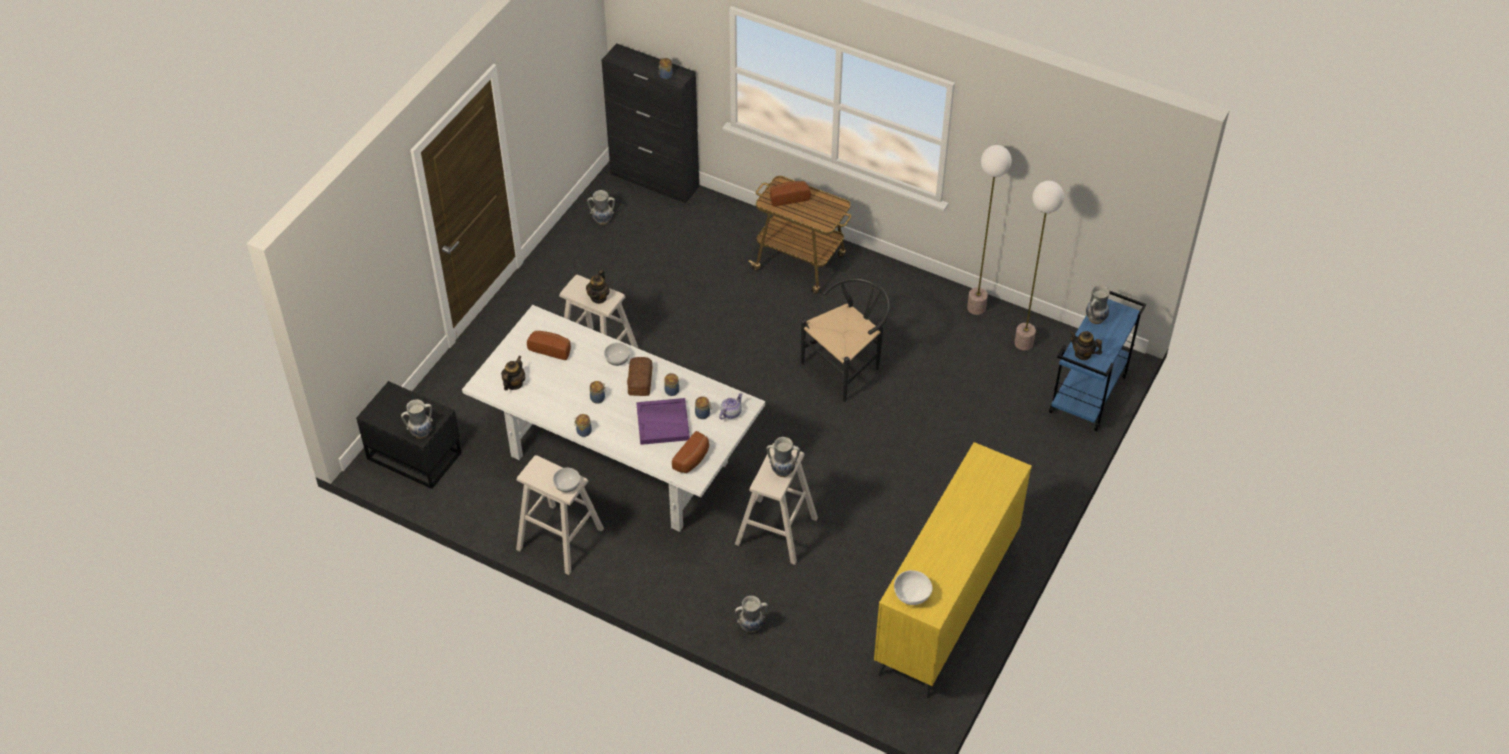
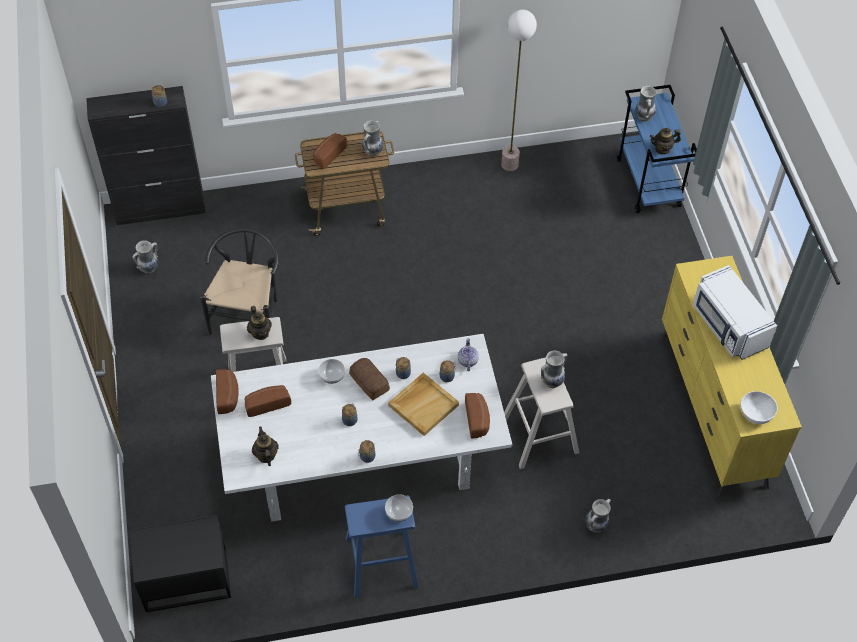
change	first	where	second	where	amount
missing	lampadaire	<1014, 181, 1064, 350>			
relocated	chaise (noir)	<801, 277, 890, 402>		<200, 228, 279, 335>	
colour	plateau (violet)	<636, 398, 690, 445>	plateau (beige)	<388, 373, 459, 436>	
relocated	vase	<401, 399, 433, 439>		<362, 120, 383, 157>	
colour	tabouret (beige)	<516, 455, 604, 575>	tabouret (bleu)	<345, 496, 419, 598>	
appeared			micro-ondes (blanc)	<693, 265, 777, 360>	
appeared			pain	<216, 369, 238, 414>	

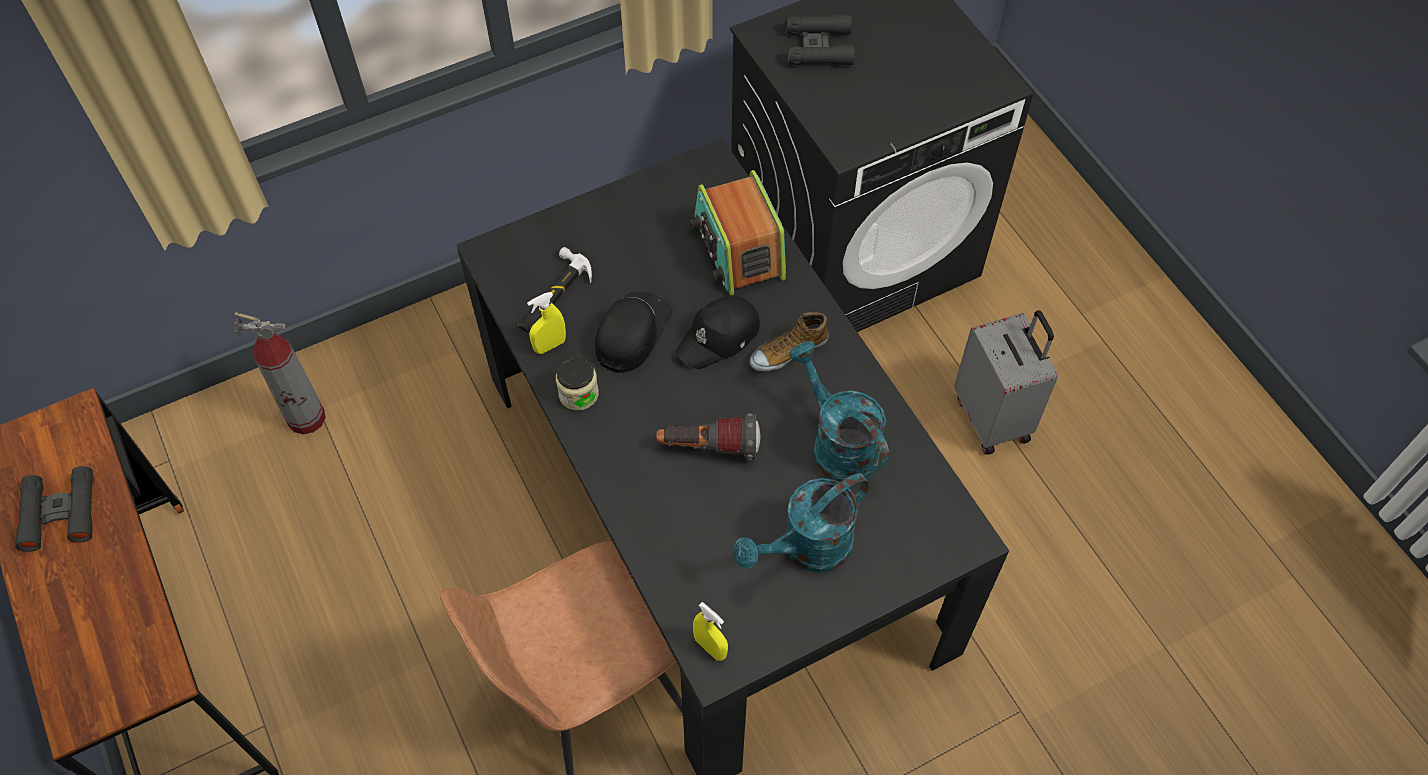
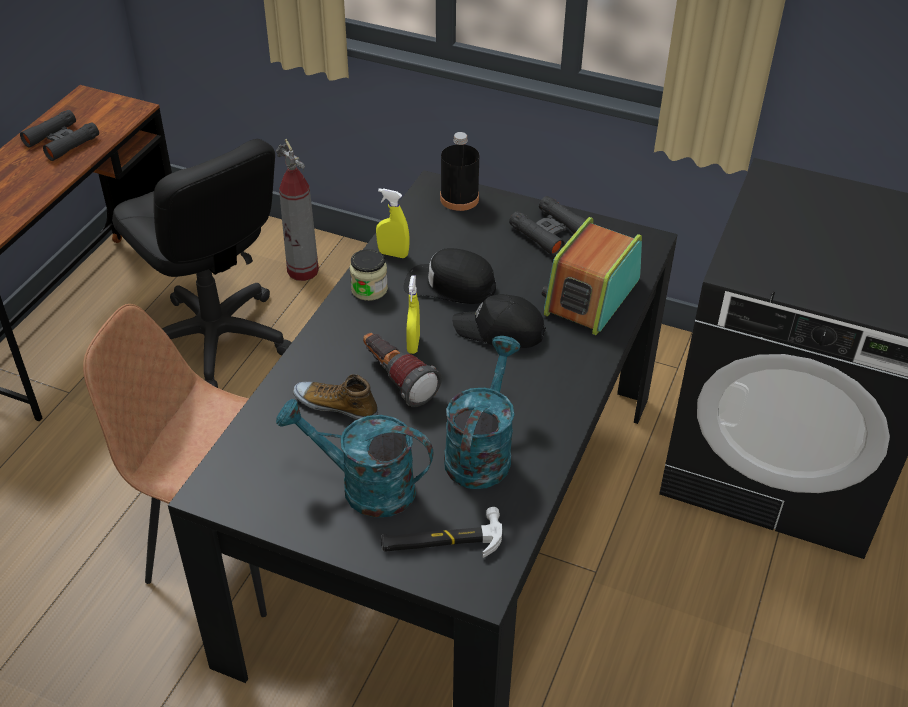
change	first	where	second	where	amount
relocated	jumelles (noir)	<786, 14, 855, 65>		<509, 196, 586, 256>	
relocated	marteau	<518, 247, 592, 333>		<381, 507, 502, 558>	
spun	casquette (noir)	<595, 292, 672, 373>		<404, 248, 496, 304>	150 degrees counterclockwise
missing	valise (gris)	<954, 310, 1058, 455>			
relocated	chaussure	<750, 312, 829, 372>		<293, 374, 378, 420>	
relocated	vaporisateur (jaune)	<693, 602, 728, 661>		<406, 275, 420, 354>	
appeared			bouteille (noir)	<440, 132, 479, 211>	
appeared			chaise de bureau (noir)	<112, 139, 292, 388>	

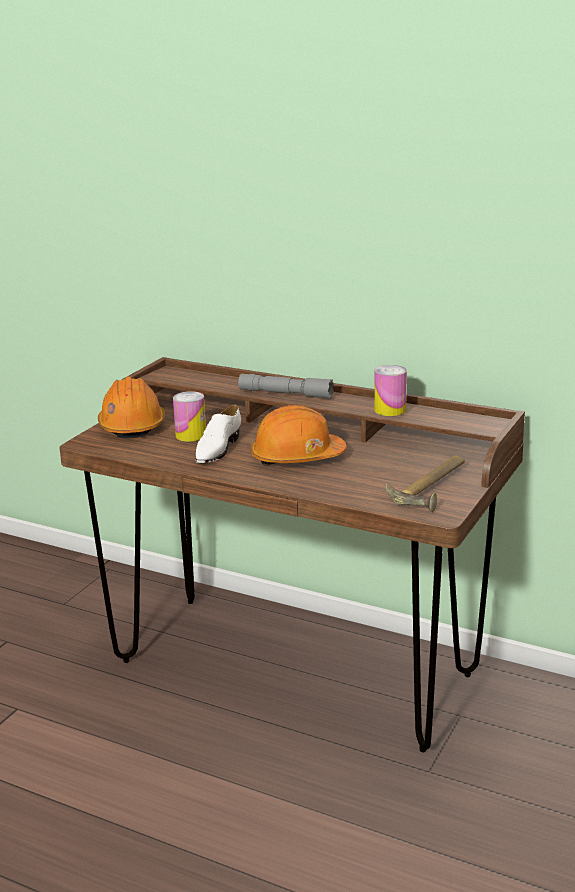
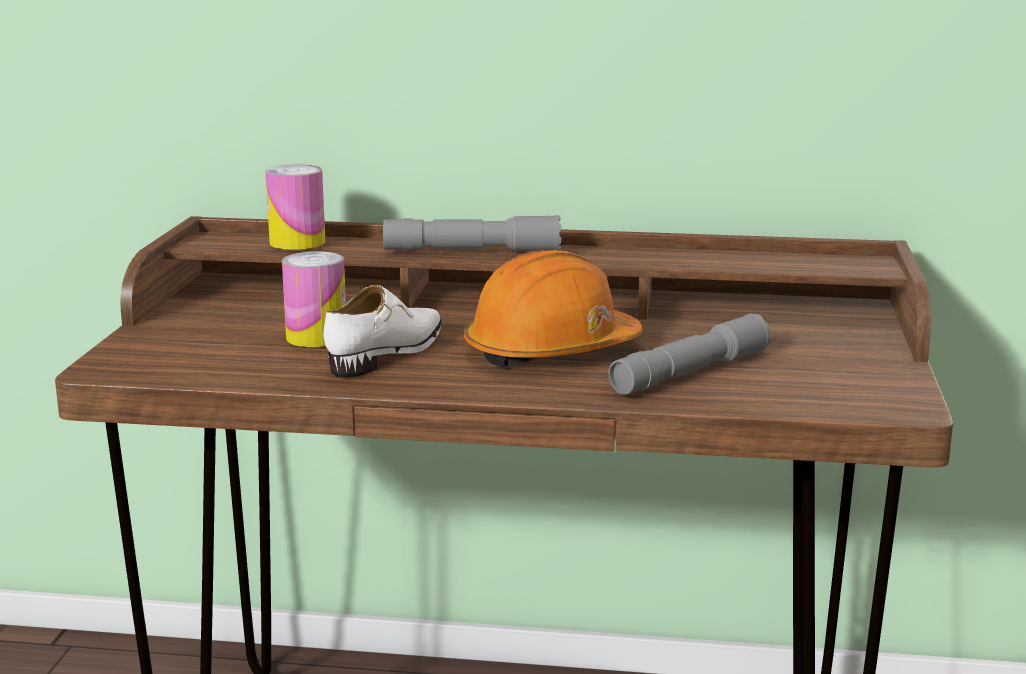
change	first	where	second	where	amount
relocated	boîte métallique	<374, 365, 407, 416>		<265, 164, 325, 250>	
missing	casque de chantier (orange)	<98, 377, 165, 439>			
spun	chaussure (blanc)	<195, 405, 241, 463>		<323, 285, 442, 378>	150 degrees counterclockwise
missing	marteau	<386, 455, 465, 512>			
appeared			lampe de poche (gris)	<608, 313, 771, 395>	

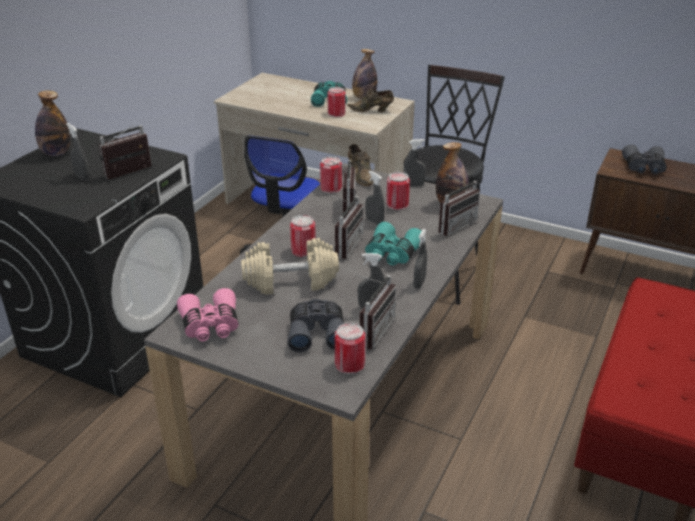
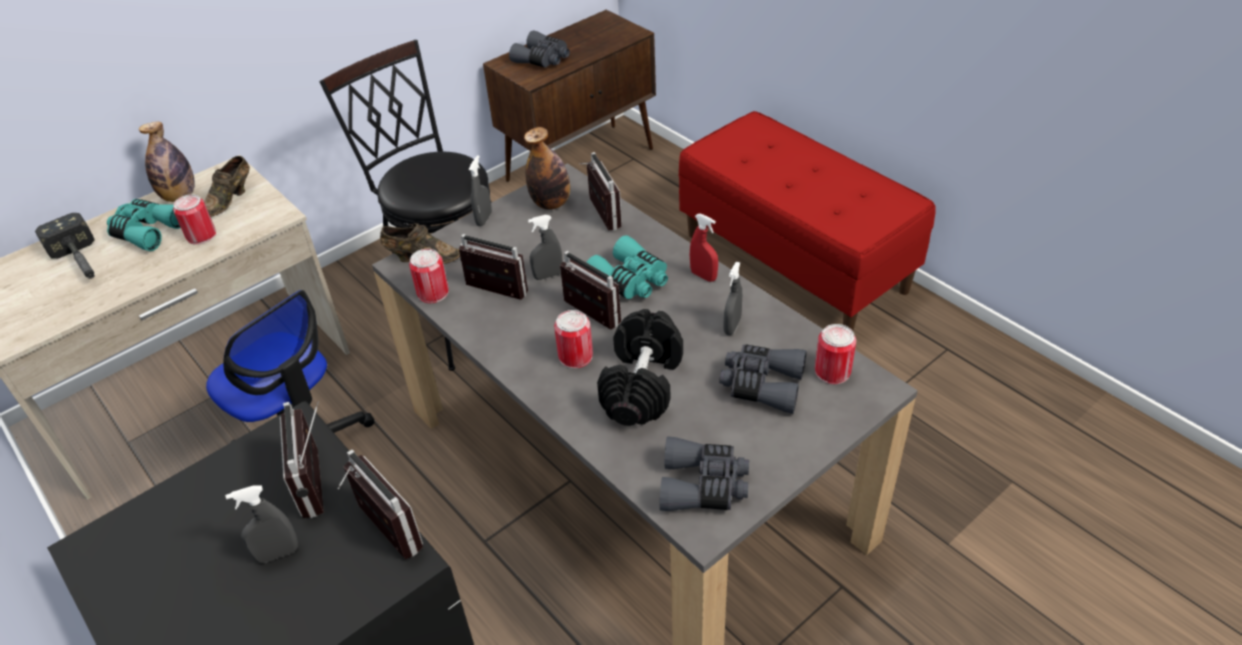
change	first	where	second	where	amount
missing	bouteille	<35, 91, 71, 156>			
missing	boîte métallique	<386, 172, 410, 210>			
colour	vaporisateur (gris)	<413, 229, 427, 289>	vaporisateur (rouge)	<690, 213, 718, 282>	
colour	haltère (beige)	<241, 238, 339, 295>	haltère (noir)	<597, 309, 683, 426>	
relocated	radio	<354, 274, 396, 349>		<338, 449, 423, 559>	
colour	jumelles (rose)	<177, 288, 238, 342>	jumelles (gris)	<660, 436, 749, 511>	
appeared			marteau	<35, 213, 95, 279>	

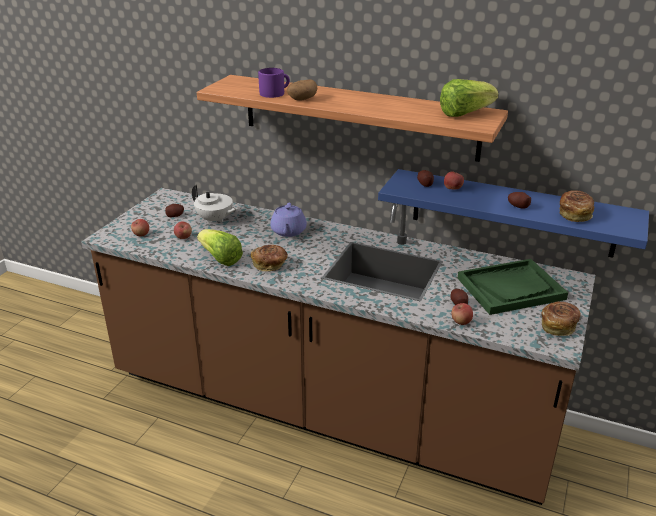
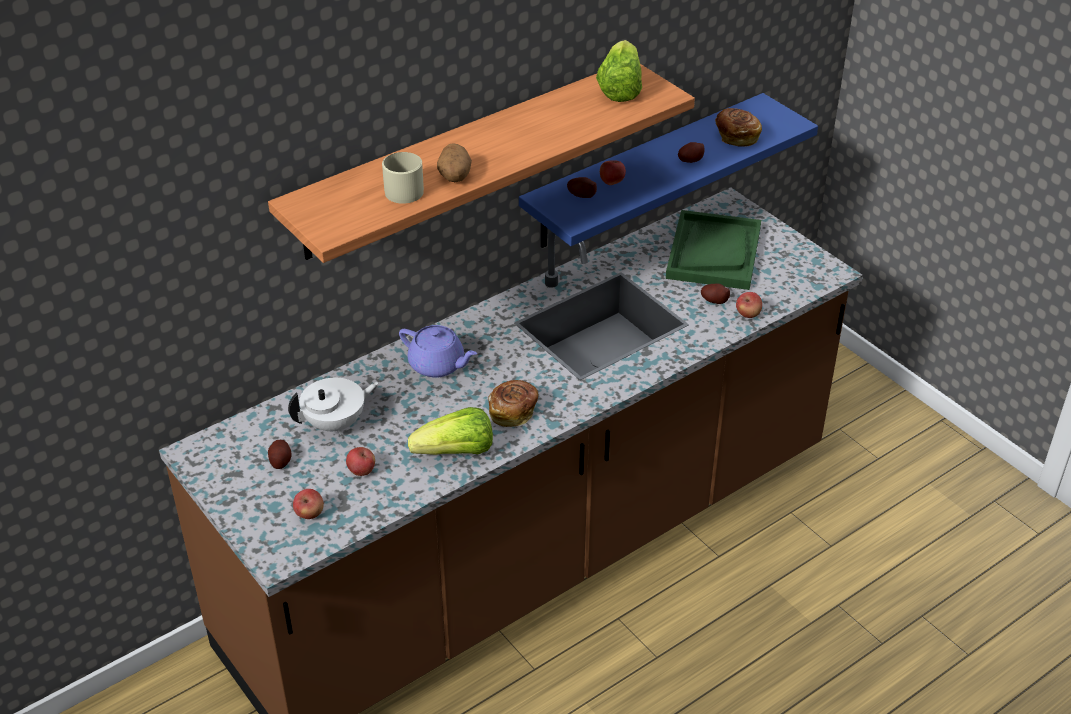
change	first	where	second	where	amount
colour	mug (violet)	<258, 68, 290, 98>	mug (beige)	<382, 152, 424, 204>	
missing	pain	<541, 302, 581, 336>			

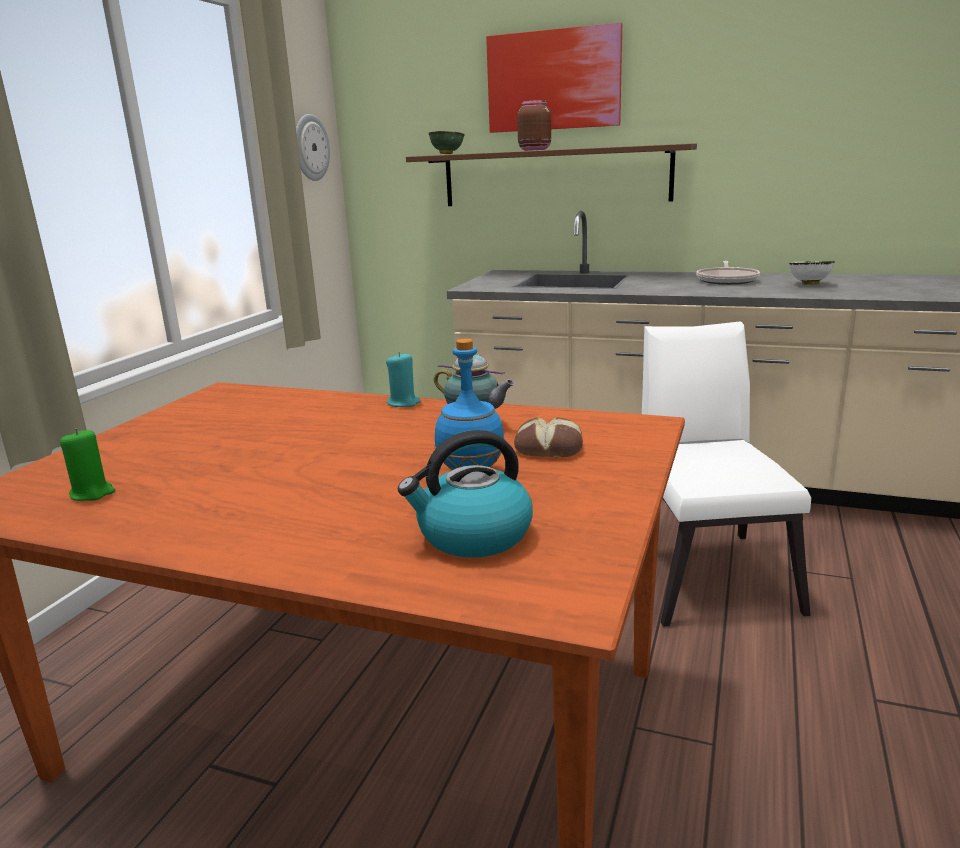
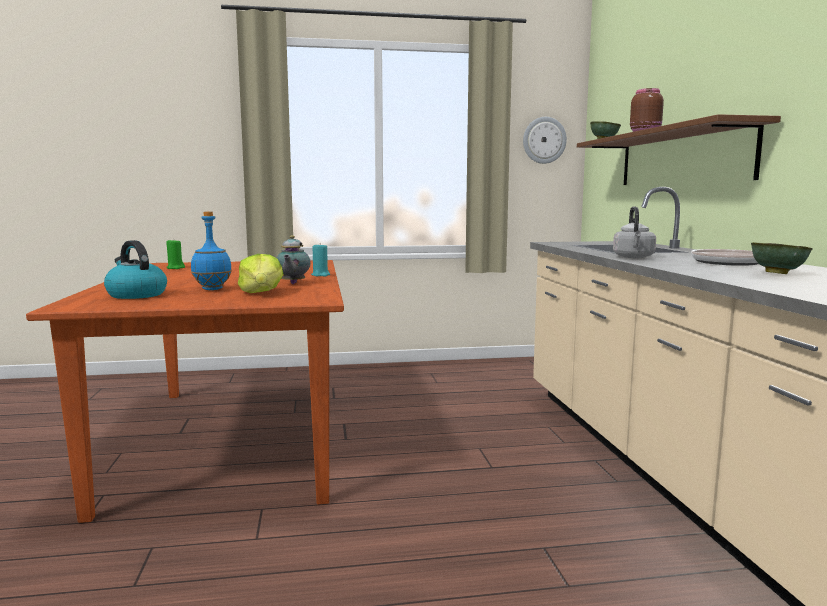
change	first	where	second	where	amount
missing	tableau	<486, 22, 622, 133>			
colour	bol (blanc)	<789, 261, 835, 285>	bol (vert)	<751, 242, 813, 274>	
missing	chaise (blanc)	<642, 321, 811, 627>			
exchanged	pain	<514, 417, 583, 457>	laitue	<238, 254, 284, 293>	
appeared			bouilloire (gris)	<613, 206, 656, 258>	

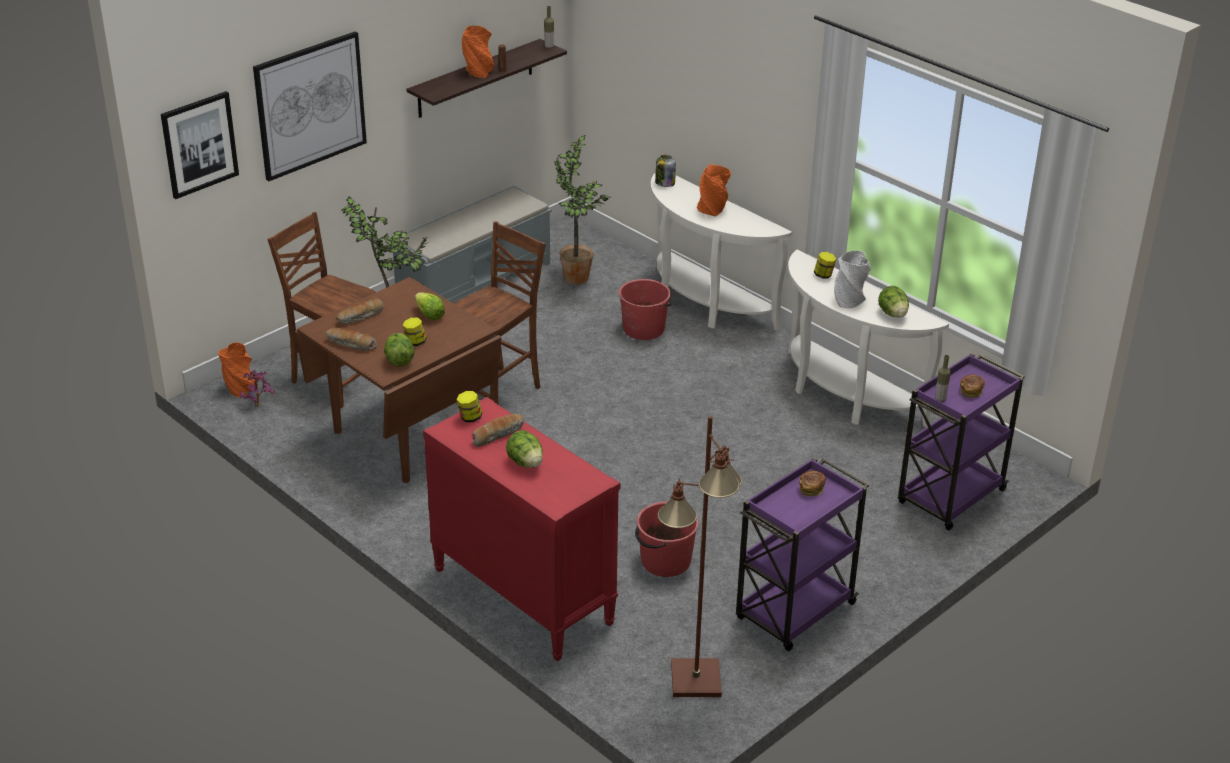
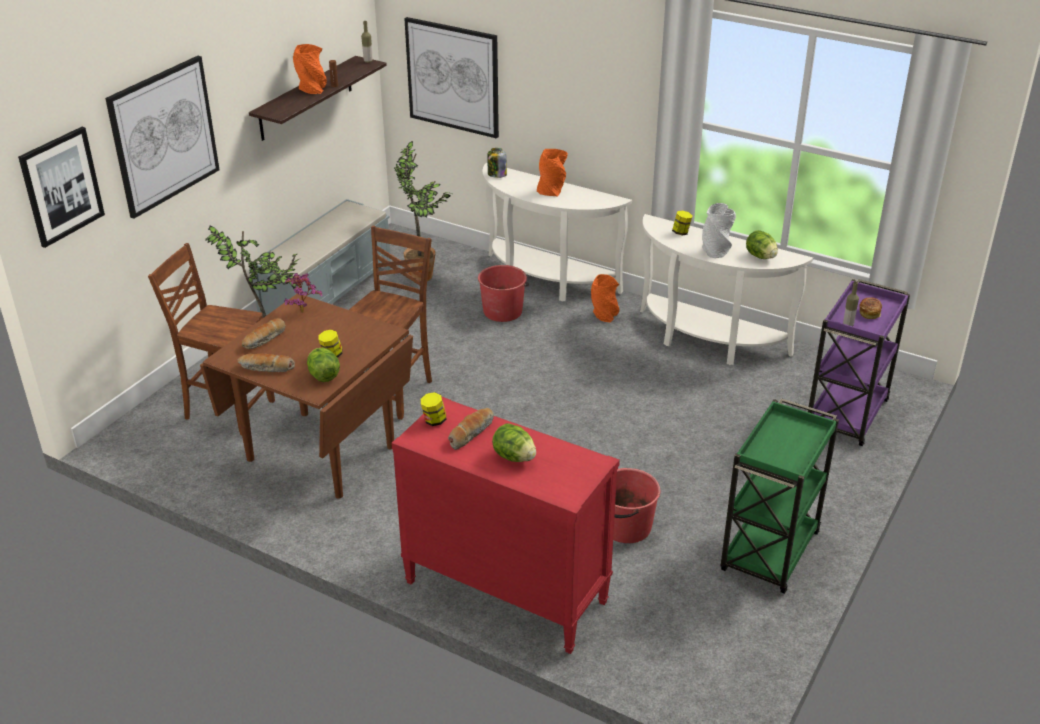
change	first	where	second	where	amount
missing	laitue	<415, 292, 445, 320>			
relocated	vase (orange)	<218, 342, 256, 397>		<591, 274, 619, 322>	
relocated	plante en pot	<240, 370, 275, 407>		<284, 273, 322, 313>	
missing	lampadaire (marron)	<658, 416, 742, 697>			
colour	chariot (violet)	<736, 457, 869, 651>	chariot (vert)	<720, 398, 839, 594>	
missing	pain	<799, 470, 826, 496>			
appeared			tableau	<404, 17, 499, 139>	

